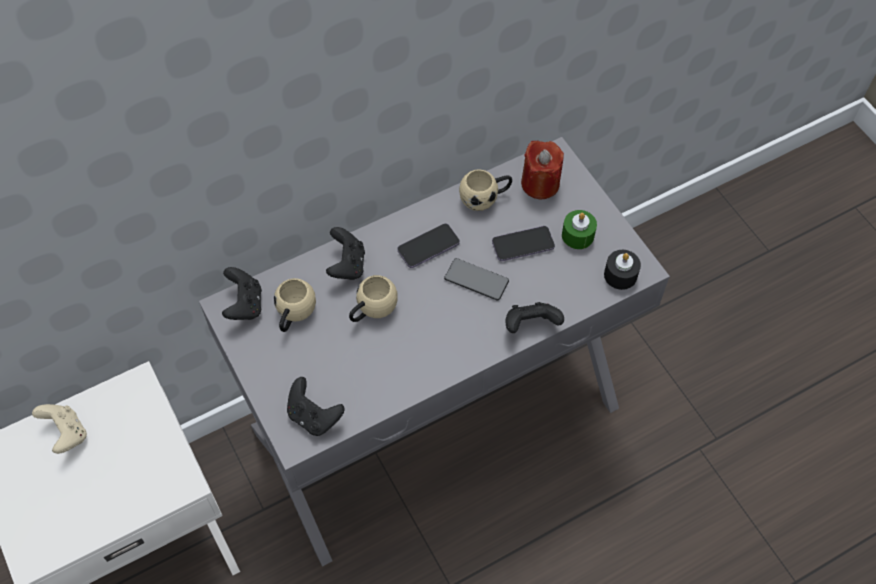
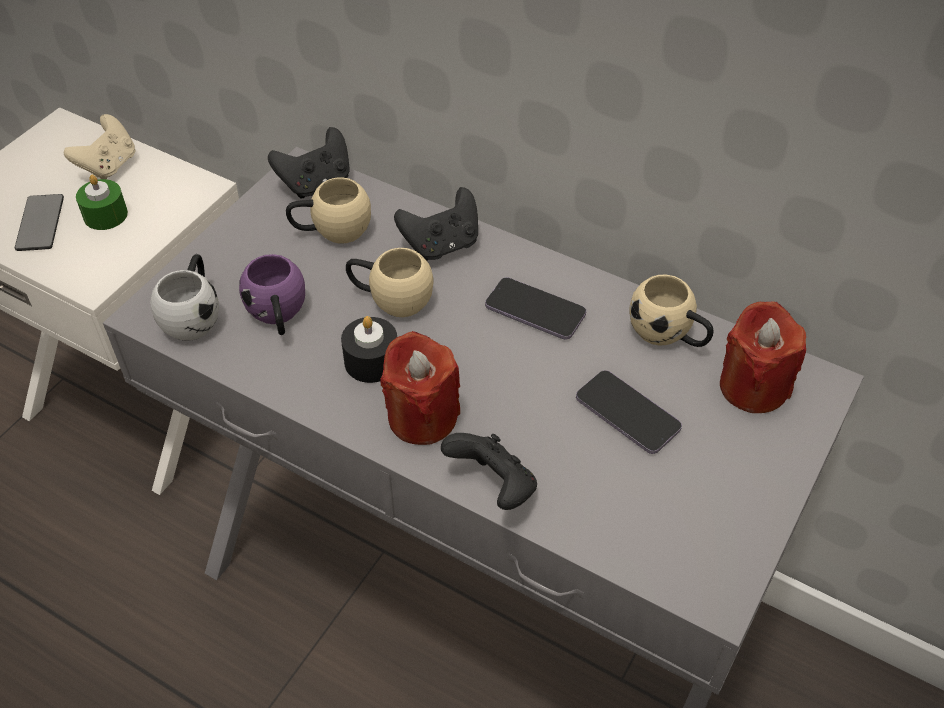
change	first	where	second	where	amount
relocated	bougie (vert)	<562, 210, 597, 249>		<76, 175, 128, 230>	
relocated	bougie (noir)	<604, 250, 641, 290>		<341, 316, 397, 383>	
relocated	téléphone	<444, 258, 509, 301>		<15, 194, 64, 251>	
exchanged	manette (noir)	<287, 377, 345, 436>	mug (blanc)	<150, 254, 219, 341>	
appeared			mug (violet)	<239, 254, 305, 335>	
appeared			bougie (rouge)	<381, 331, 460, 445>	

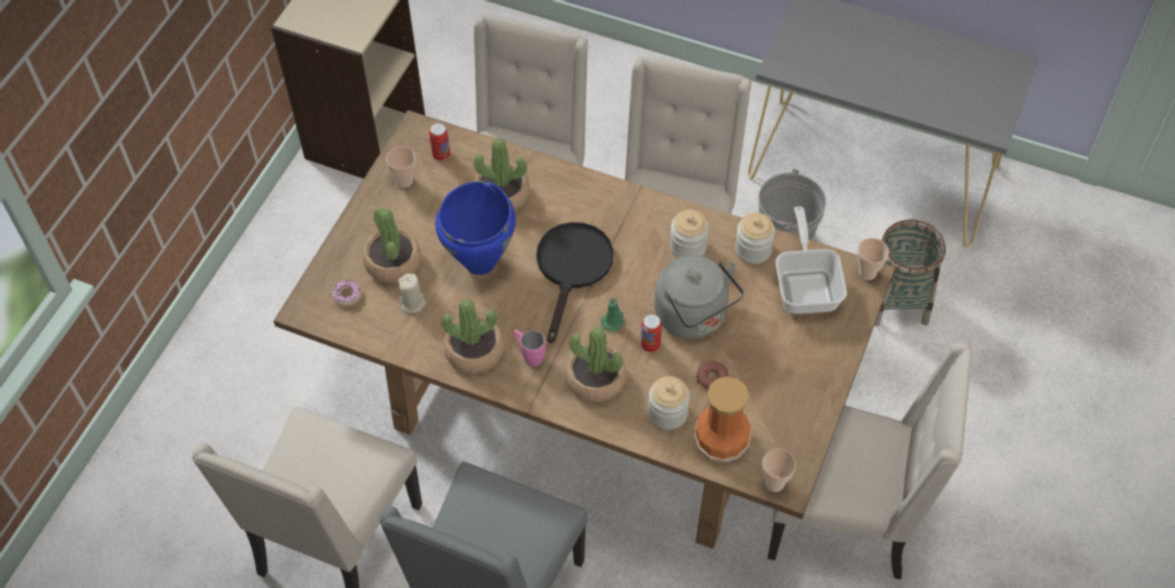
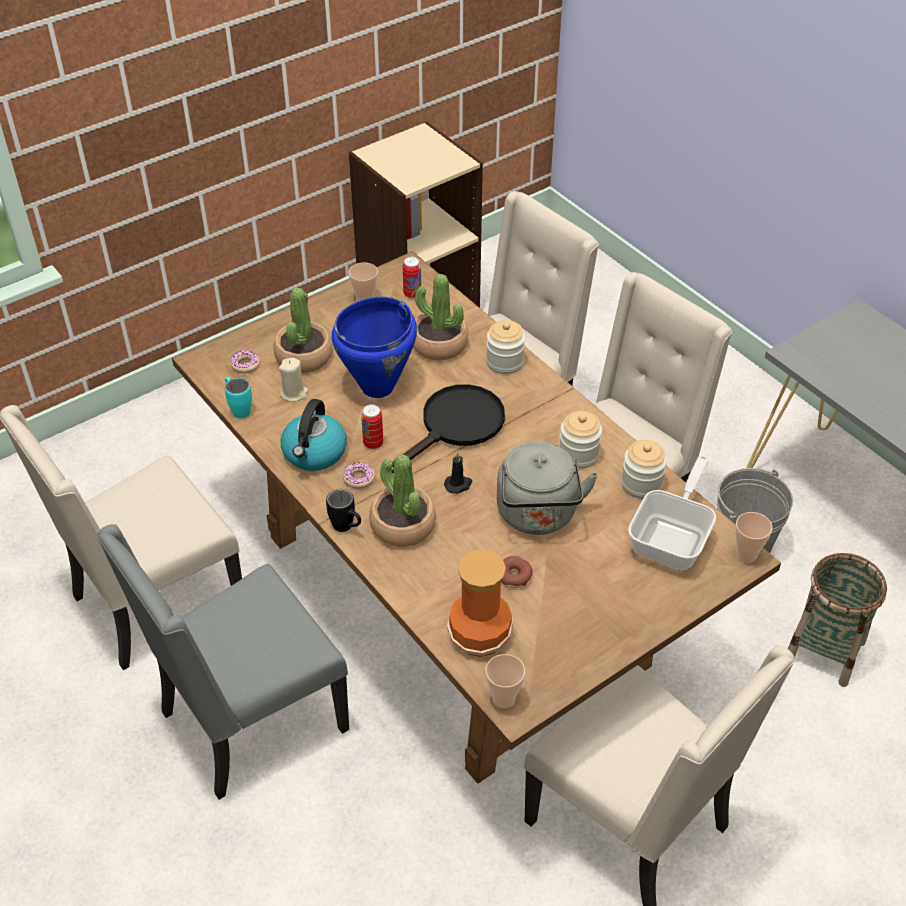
change	first	where	second	where	amount
colour	bougie (vert)	<600, 297, 625, 332>	bougie (noir)	<444, 452, 472, 494>	
exchanged	plante en pot	<441, 299, 504, 373>	bouilloire	<281, 399, 347, 471>	
relocated	boîte métallique	<641, 314, 662, 352>		<361, 404, 384, 449>	
exchanged	mug (rose)	<514, 330, 546, 367>	beignet	<343, 462, 375, 489>	
relocated	bocal	<648, 376, 690, 430>		<486, 320, 525, 374>	
appeared			mug (turquoise)	<225, 377, 252, 418>	
appeared			mug (noir)	<326, 489, 361, 532>	

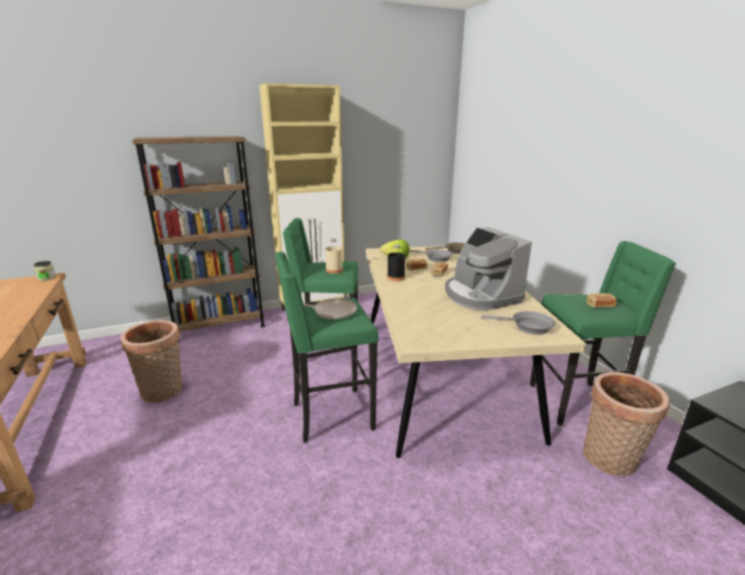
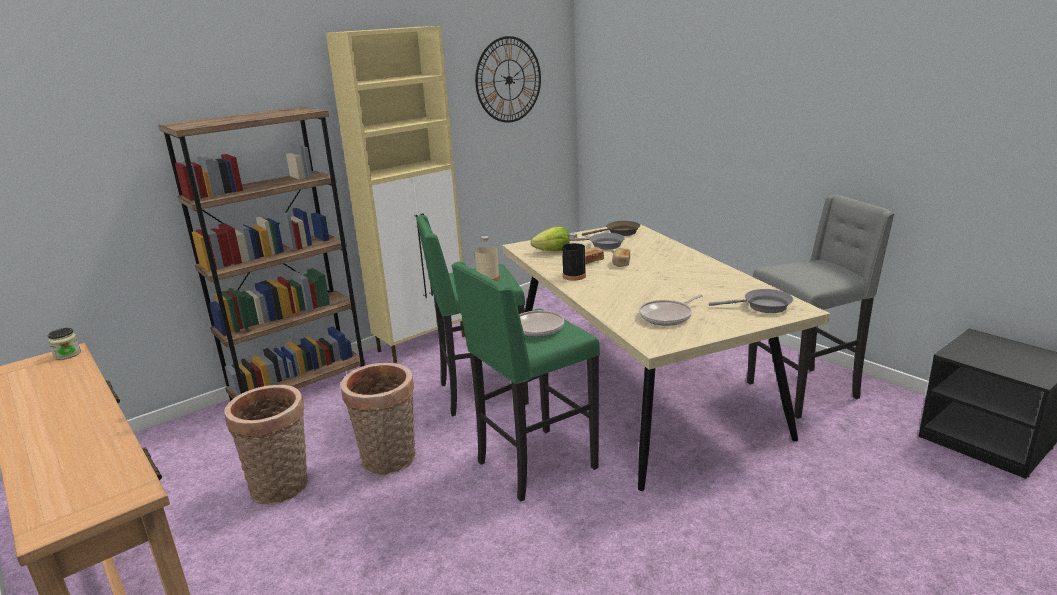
change	first	where	second	where	amount
missing	machine à café	<445, 227, 532, 310>			
colour	tabouret (vert)	<530, 241, 676, 426>	tabouret (gris)	<747, 195, 895, 419>	
missing	pain	<587, 293, 617, 308>			
relocated	panier	<583, 372, 670, 476>		<341, 363, 415, 475>	
appeared			horloge murale	<475, 36, 541, 123>	
appeared			poêle	<639, 295, 703, 326>	

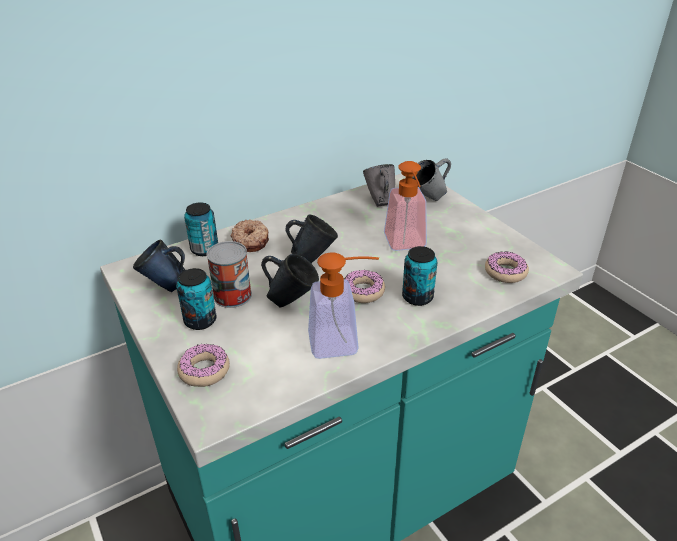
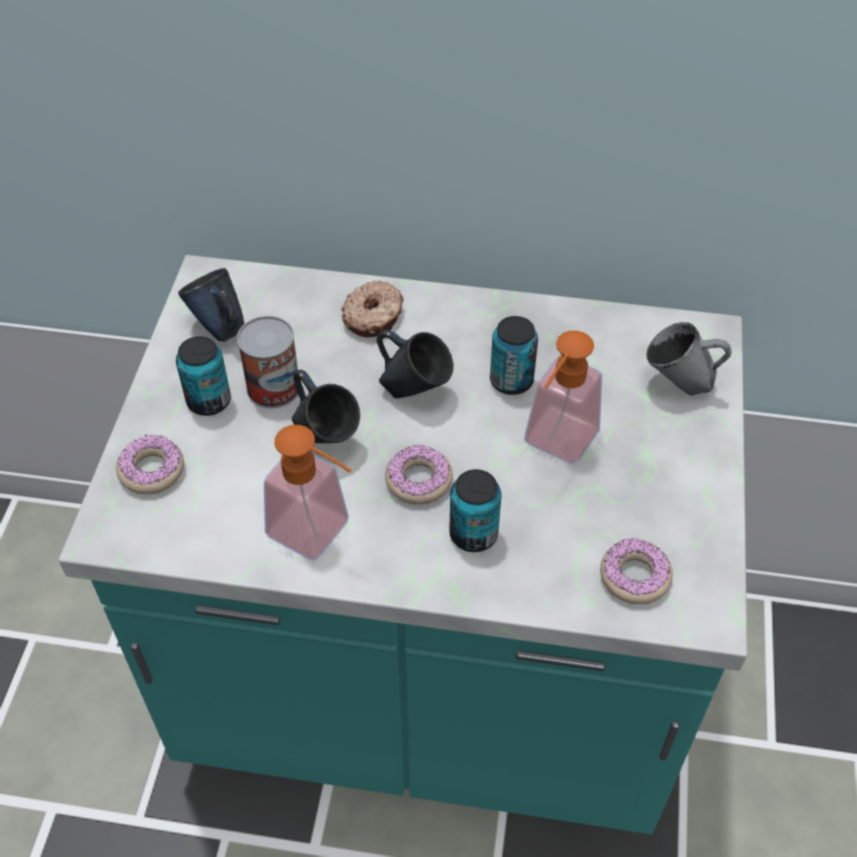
change	first	where	second	where	amount
missing	mug (gris)	<363, 164, 395, 207>			
relocated	boîte métallique	<184, 202, 218, 256>		<490, 316, 538, 395>	

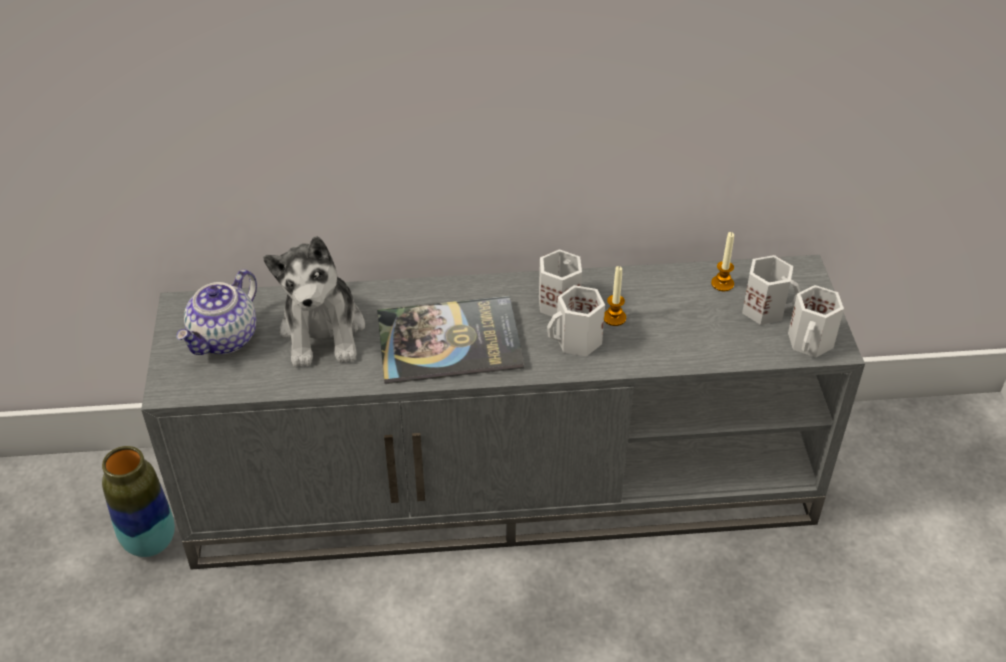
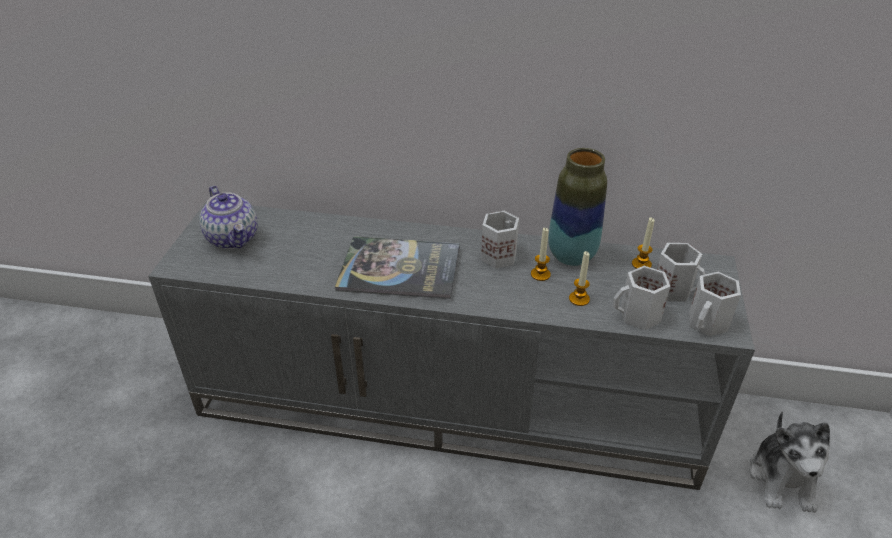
change	first	where	second	where	amount
relocated	peluche	<263, 236, 365, 367>		<749, 411, 830, 513>	
spun	théière	<176, 269, 257, 355>		<199, 186, 258, 249>	75 degrees counterclockwise
relocated	mug (blanc)	<547, 285, 605, 356>		<613, 266, 670, 330>	
relocated	vase	<102, 446, 175, 557>		<549, 148, 607, 266>	
appeared			bougie	<569, 251, 590, 306>	

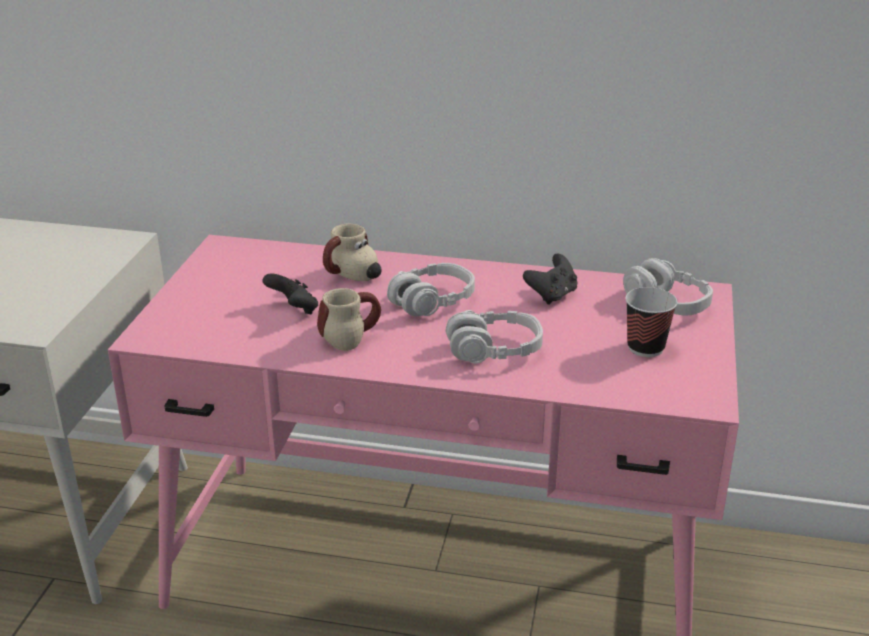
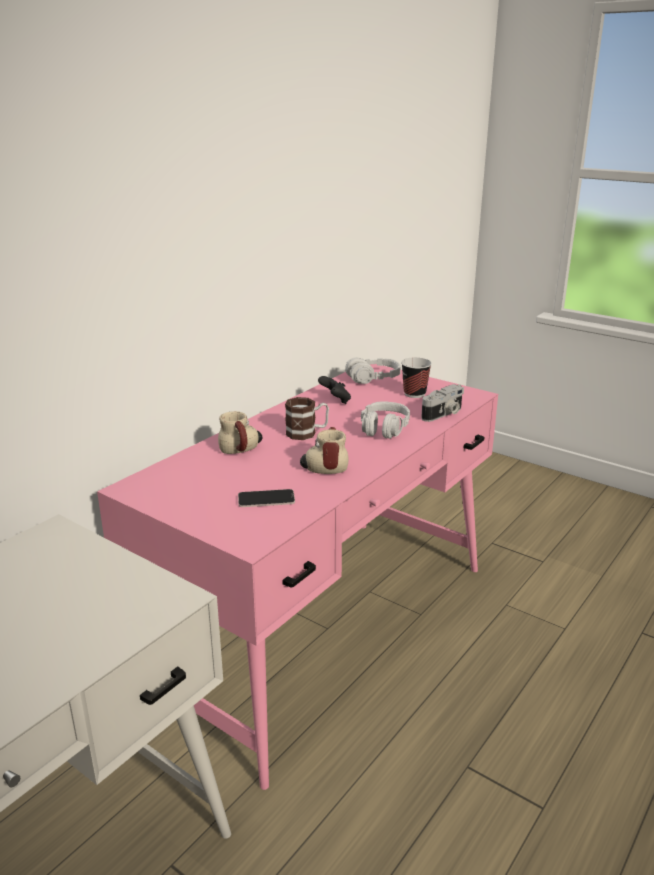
change	first	where	second	where	amount
exchanged	casque audio (gris)	<387, 263, 475, 316>	mug	<285, 397, 329, 440>	
missing	manette (noir)	<262, 274, 318, 315>			
appeared			appareil photo	<421, 384, 464, 422>	
appeared			téléphone	<238, 489, 295, 507>	

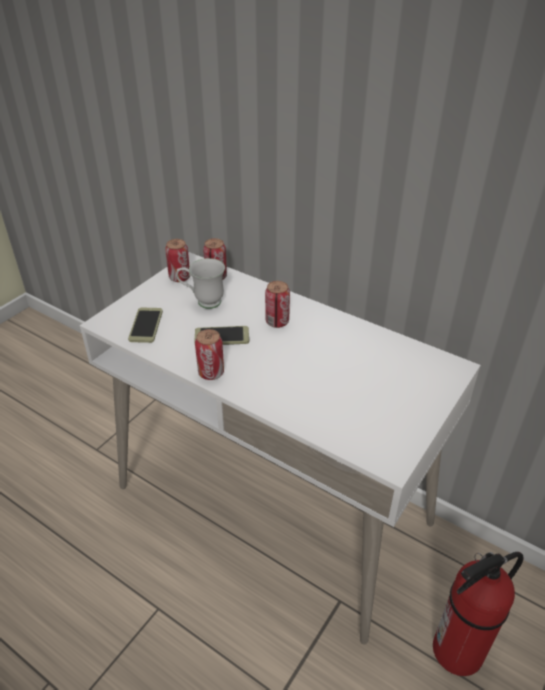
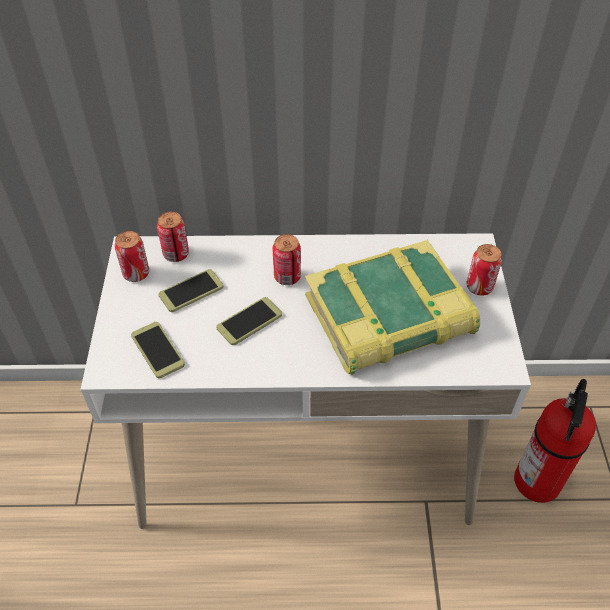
change	first	where	second	where	amount
exchanged	mug (blanc)	<176, 258, 225, 309>	téléphone	<158, 269, 224, 312>	
relocated	boîte métallique	<195, 329, 224, 380>		<467, 244, 502, 296>	
appeared			livre	<305, 240, 480, 375>	

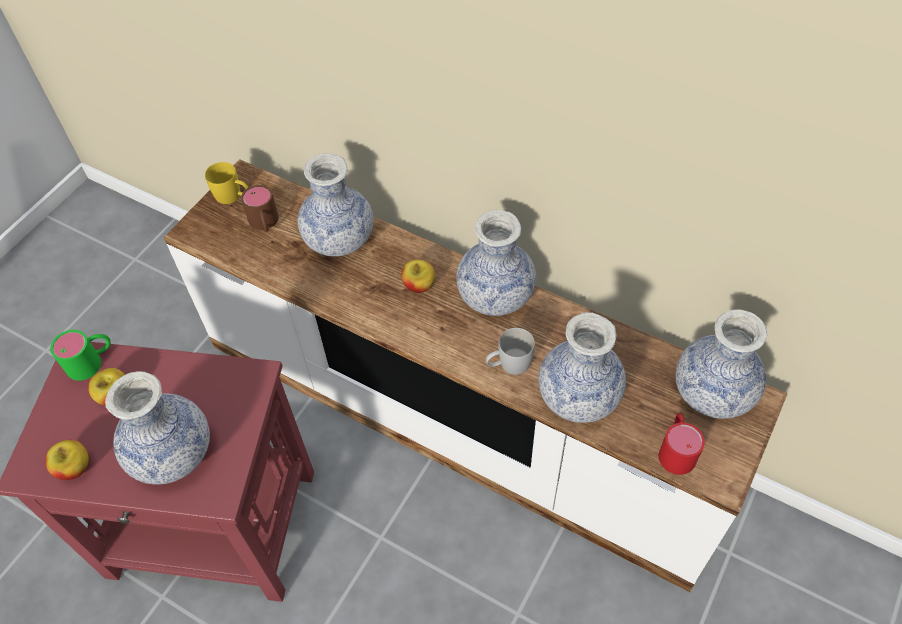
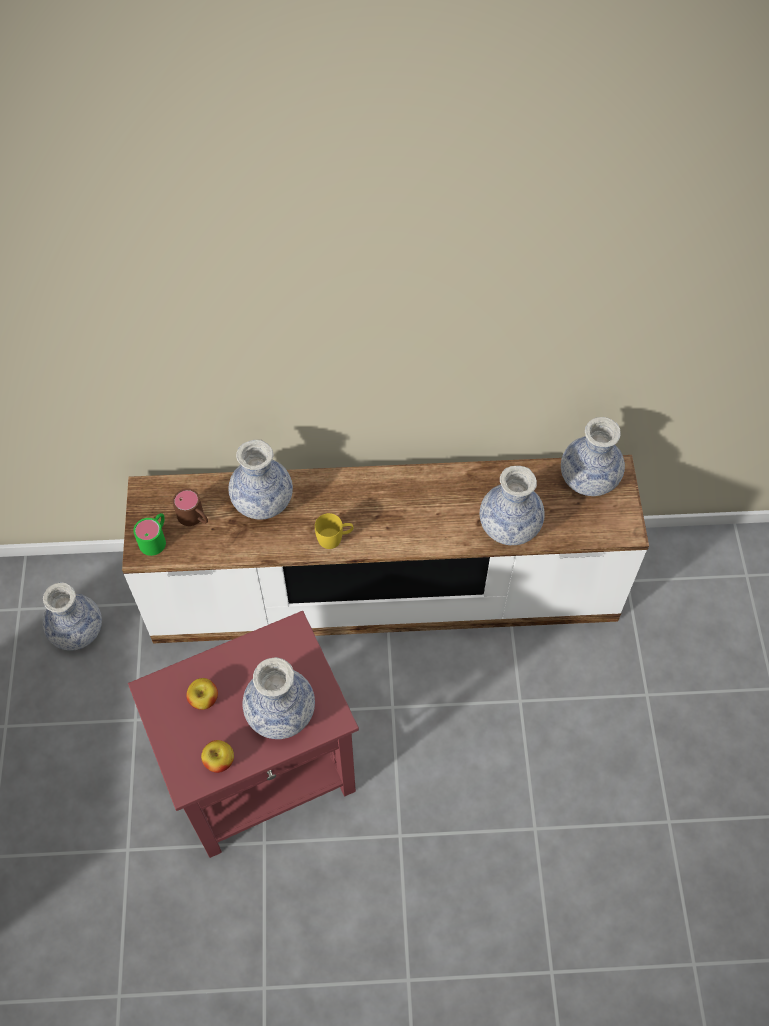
change	first	where	second	where	amount
relocated	mug (jaune)	<205, 162, 249, 204>		<315, 513, 353, 549>	
relocated	vase	<456, 210, 536, 316>		<42, 582, 102, 651>	
missing	pomme	<401, 259, 435, 293>			
missing	mug (blanc)	<486, 328, 535, 375>			
relocated	mug (vert)	<50, 330, 111, 381>		<133, 513, 166, 556>	
missing	mug (rouge)	<659, 413, 705, 475>			

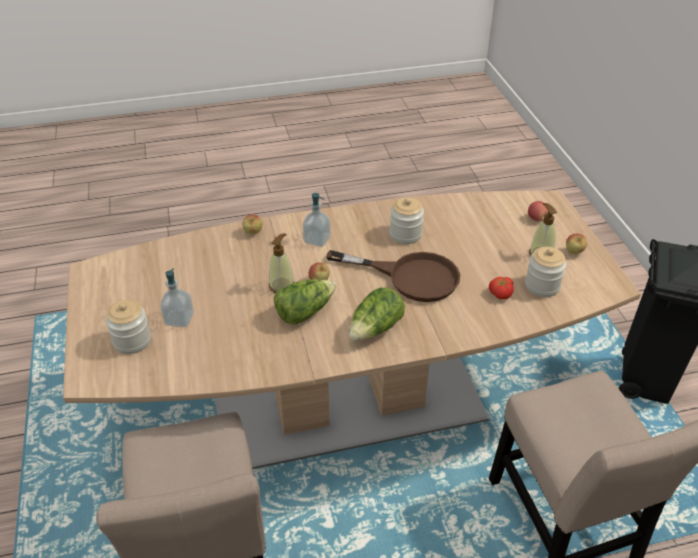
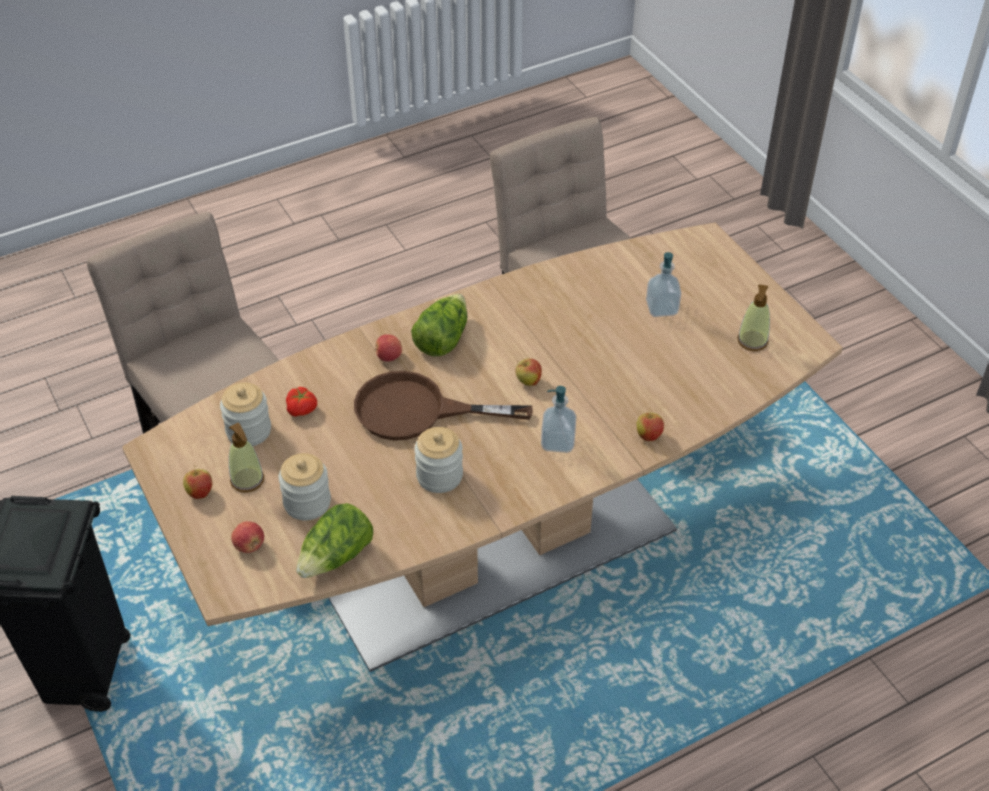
change	first	where	second	where	amount
relocated	distributeur de savon	<269, 233, 294, 293>		<737, 284, 770, 351>	
relocated	laitue	<274, 279, 336, 325>		<296, 503, 373, 578>	
relocated	bocal	<105, 300, 151, 354>		<278, 453, 331, 521>	
appeared			pomme	<375, 334, 402, 362>	

